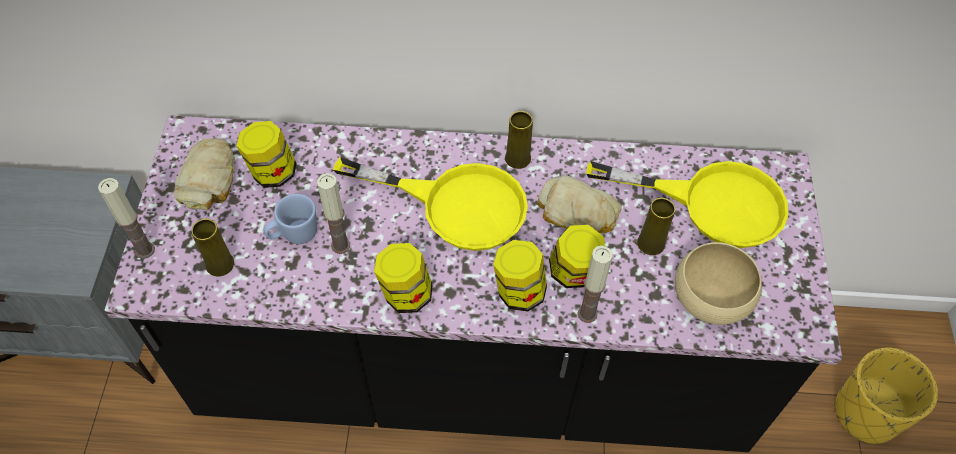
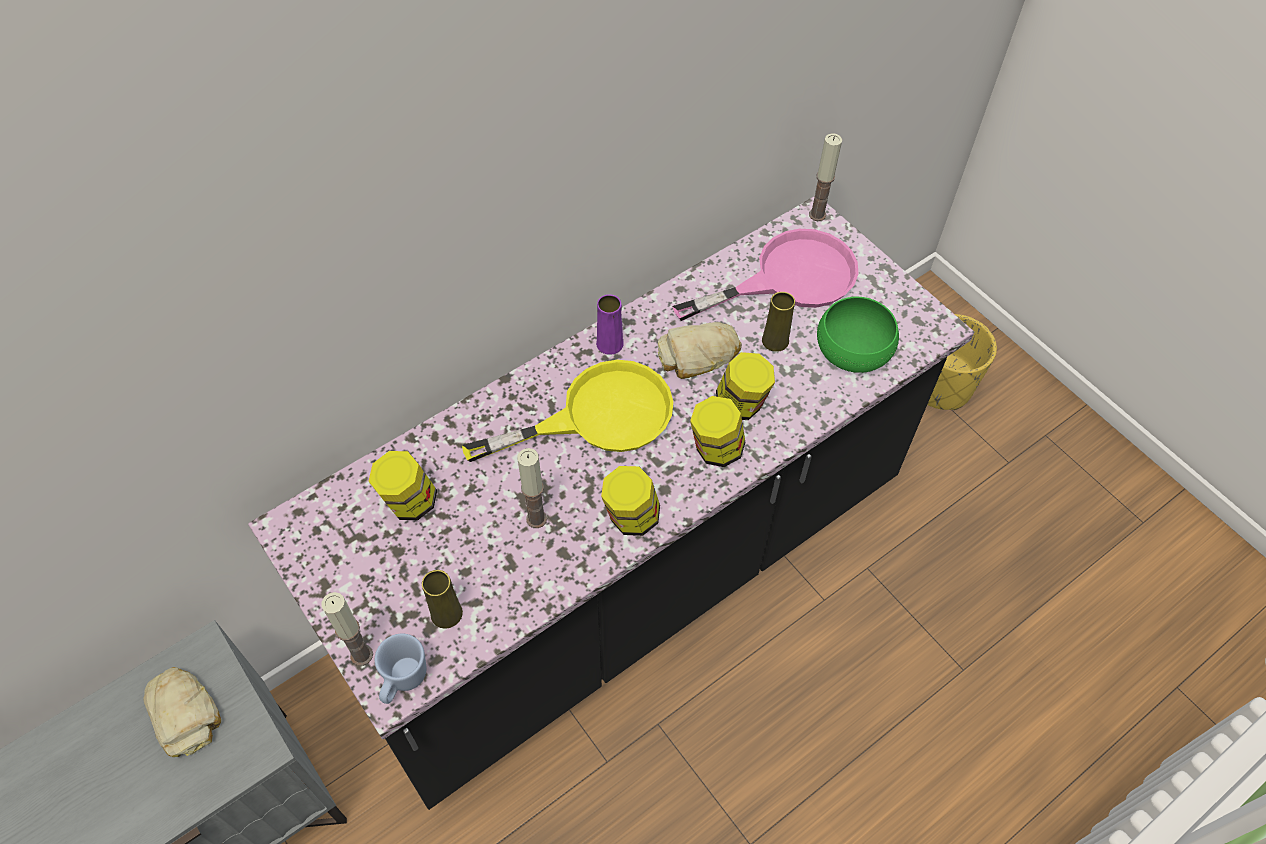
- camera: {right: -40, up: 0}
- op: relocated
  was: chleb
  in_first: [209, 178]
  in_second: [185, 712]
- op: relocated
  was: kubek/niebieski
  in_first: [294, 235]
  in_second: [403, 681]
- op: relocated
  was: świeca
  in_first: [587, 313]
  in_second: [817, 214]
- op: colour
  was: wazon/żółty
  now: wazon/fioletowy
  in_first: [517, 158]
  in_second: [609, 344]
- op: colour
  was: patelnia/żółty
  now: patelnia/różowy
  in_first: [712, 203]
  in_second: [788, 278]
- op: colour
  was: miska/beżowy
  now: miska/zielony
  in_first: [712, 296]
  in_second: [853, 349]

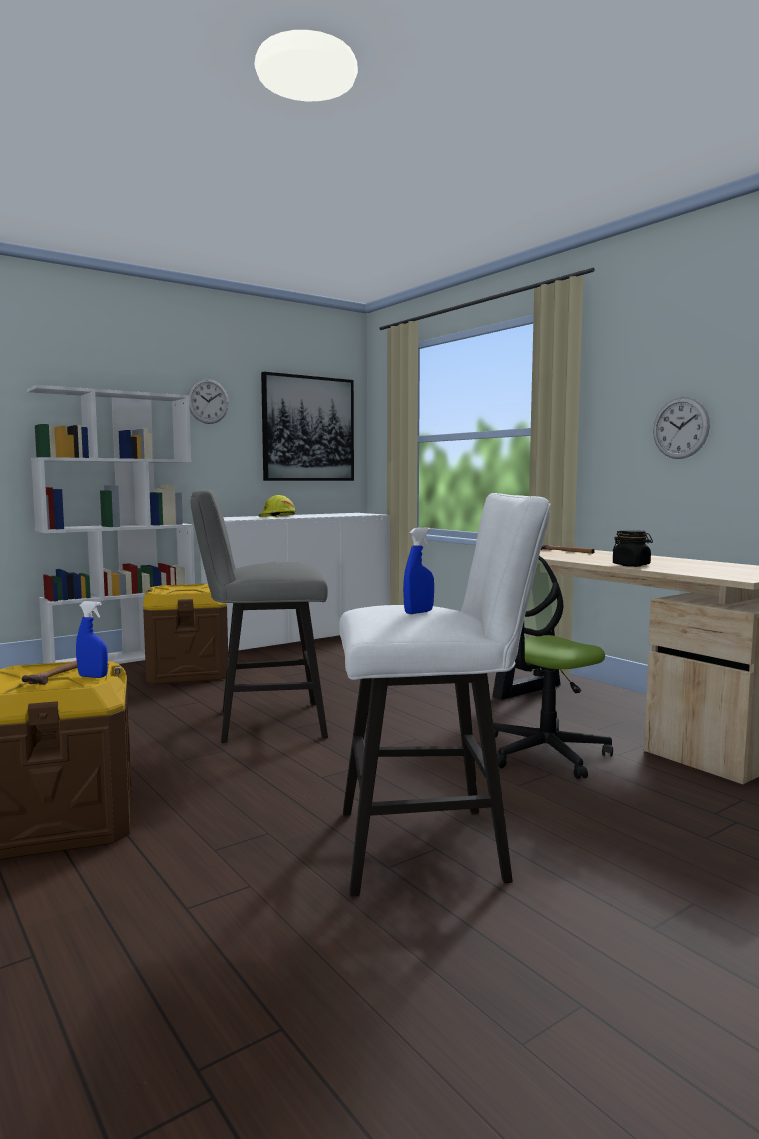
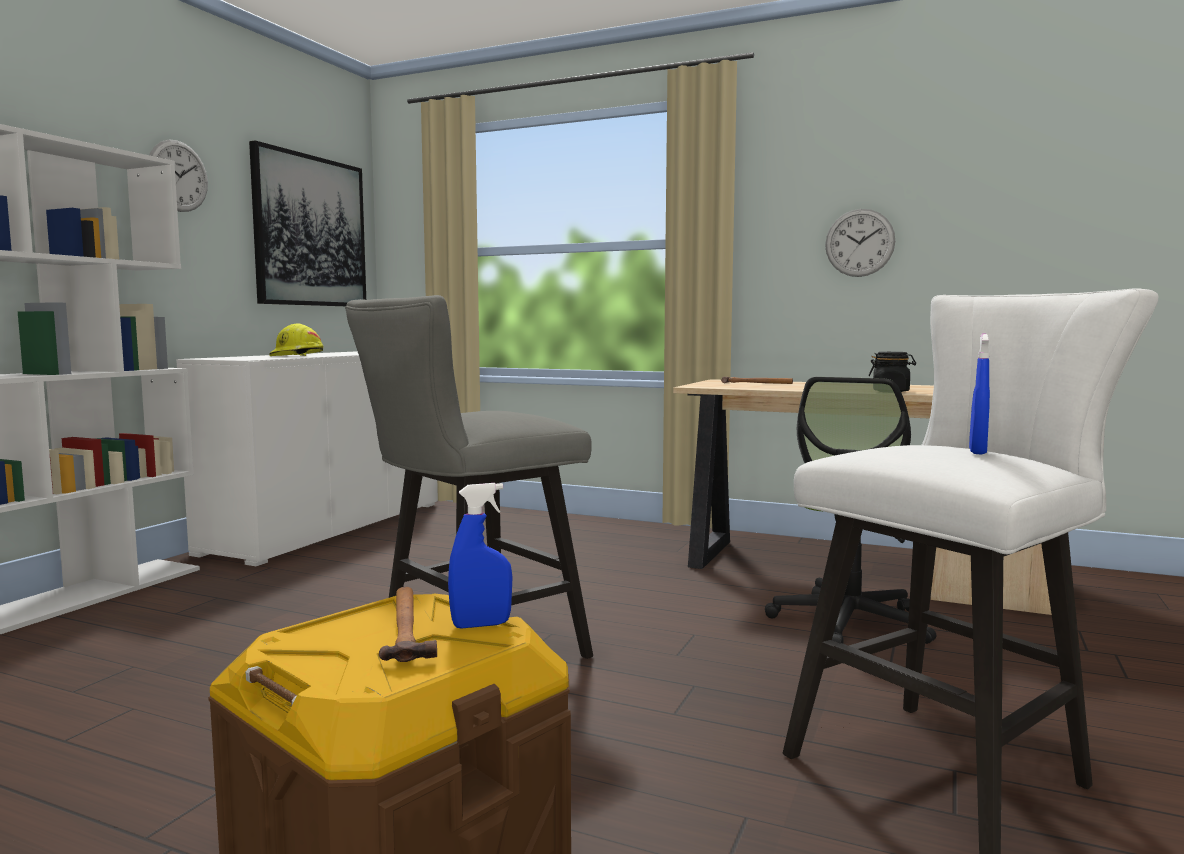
- camera: {right: -30, up: 0}
- op: missing
  was: pojemnik do przechowywania/brązowy
  in_first: [188, 672]

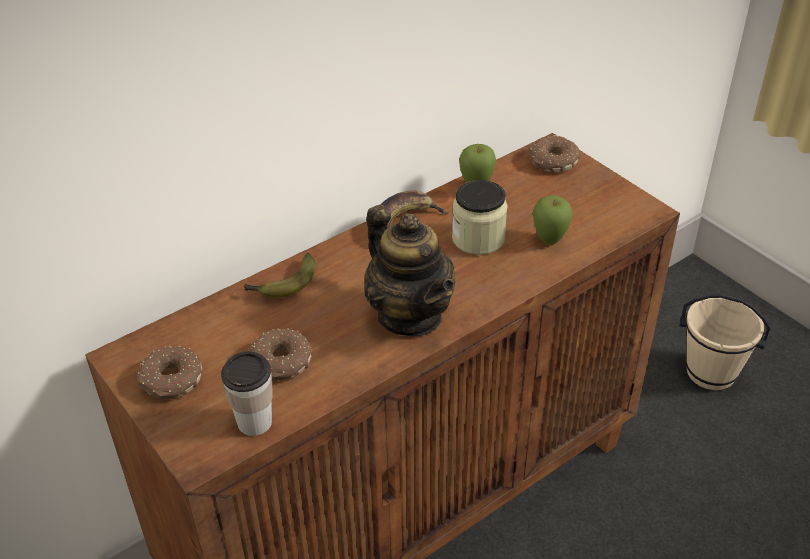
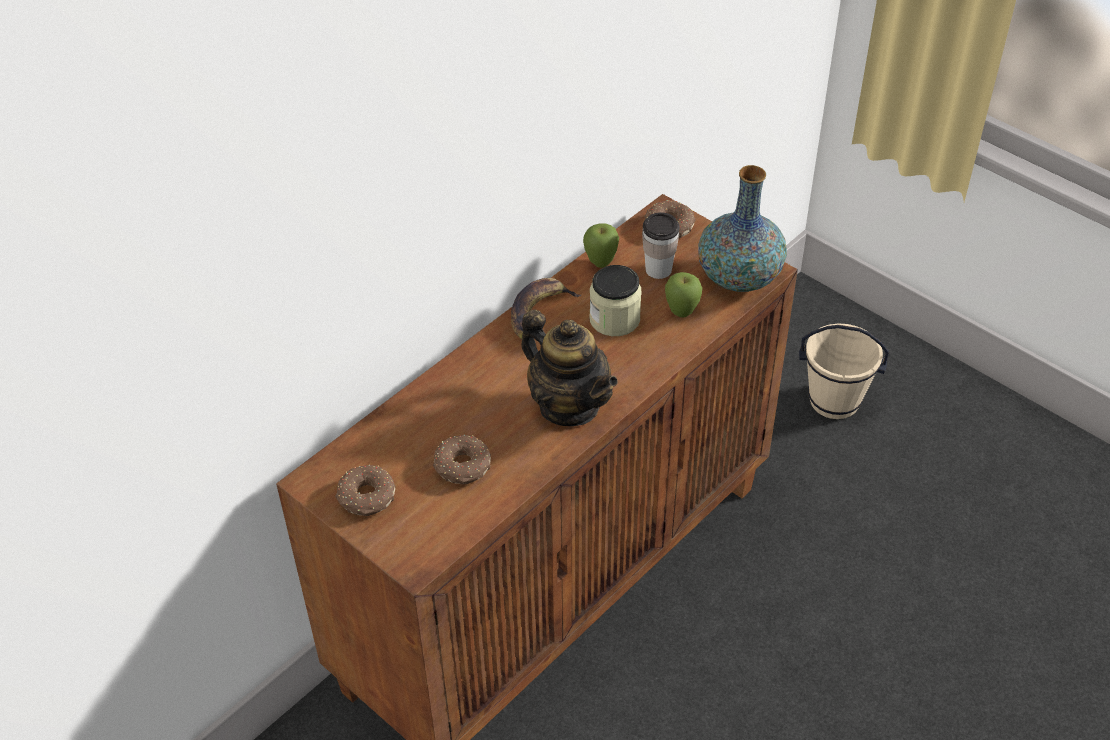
- camera: {right: -10, up: 5}
- op: missing
  was: banan
  in_first: [283, 285]
- op: appeared
  now: wazon
  in_second: [739, 278]
- op: relocated
  was: filiżanka
  in_first: [254, 422]
  in_second: [658, 270]

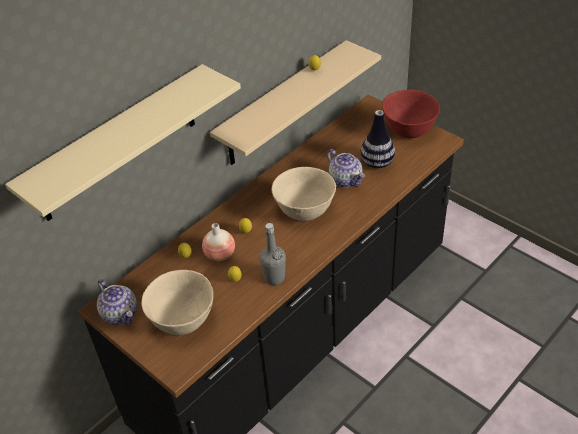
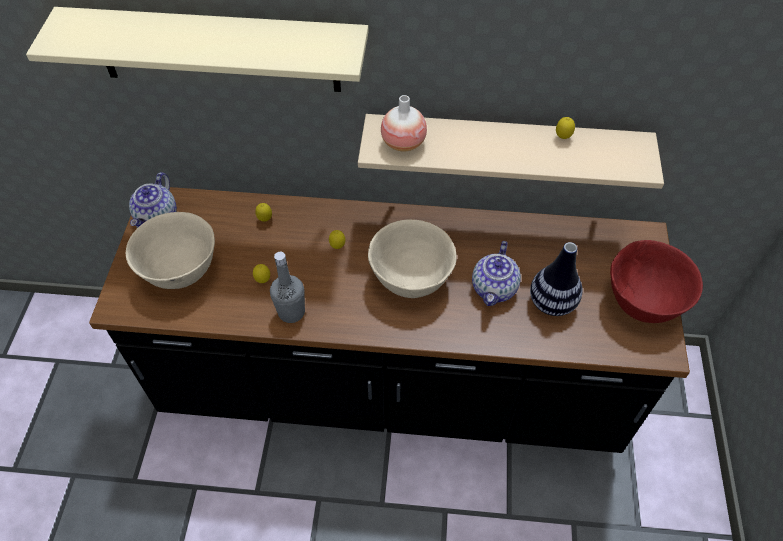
- camera: {right: 50, up: 10}
- op: relocated
  was: wazon
  in_first: [220, 254]
  in_second: [403, 143]

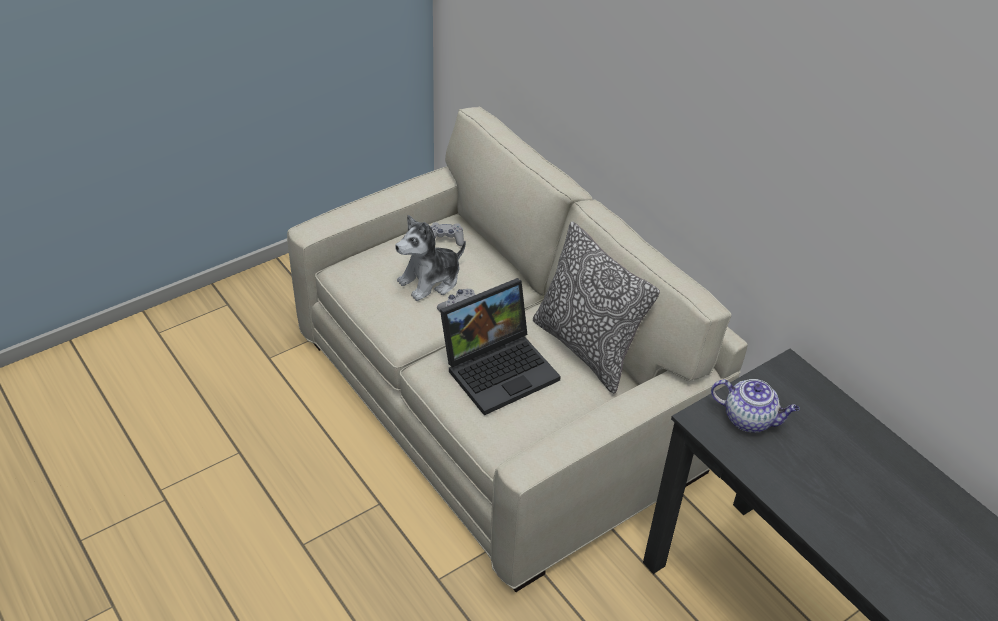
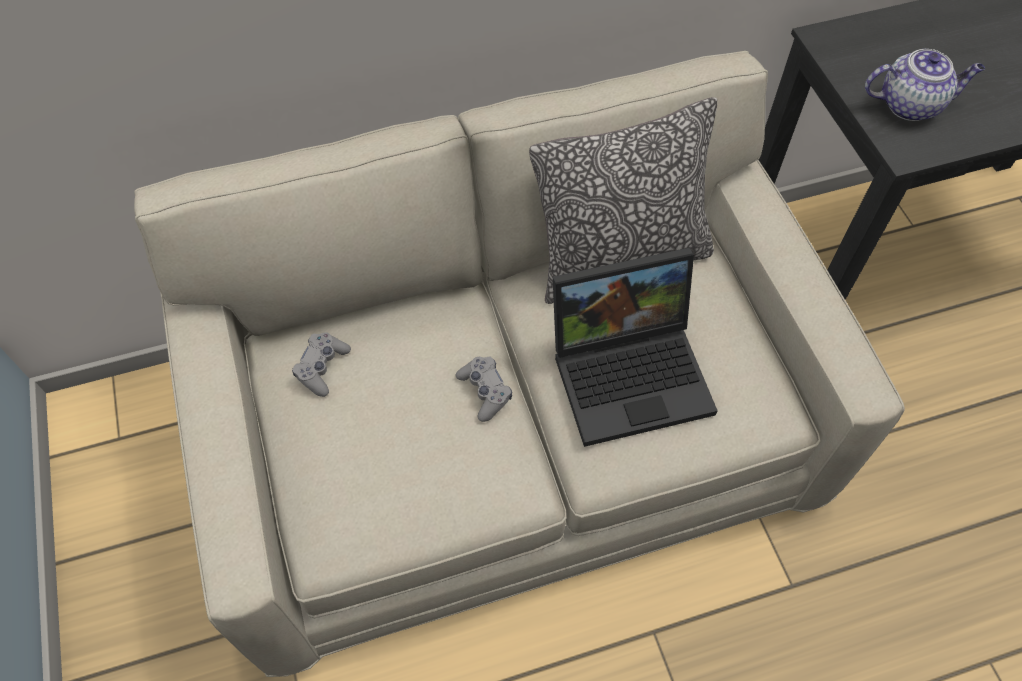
- camera: {right: -70, up: 15}
- op: missing
  was: pluszak
  in_first: [430, 281]
- op: spun
  was: laptop
  in_first: [500, 368]
  in_second: [632, 371]
  clockwise: 90
- op: spun
  was: imbryk
  in_first: [749, 419]
  in_second: [911, 104]
  clockwise: 45

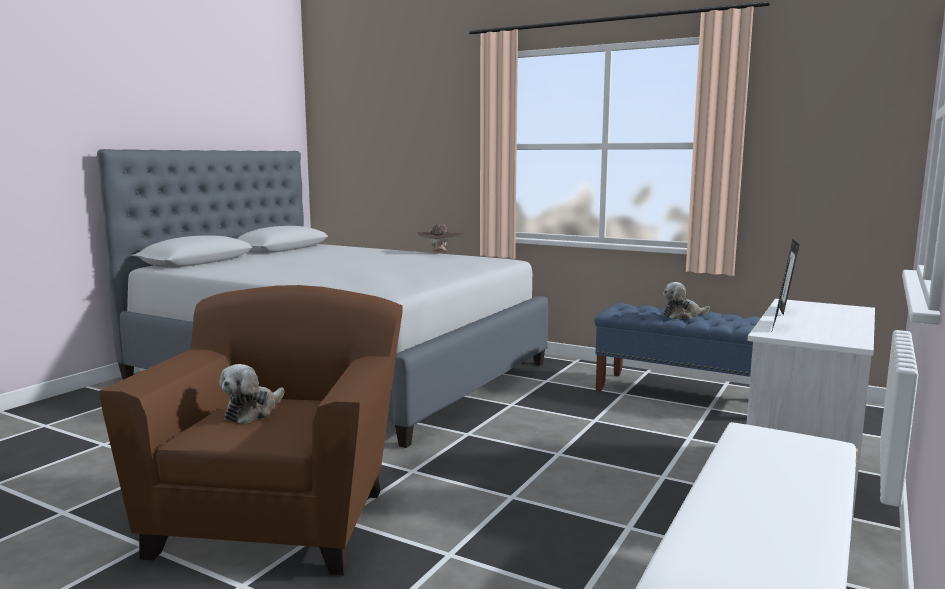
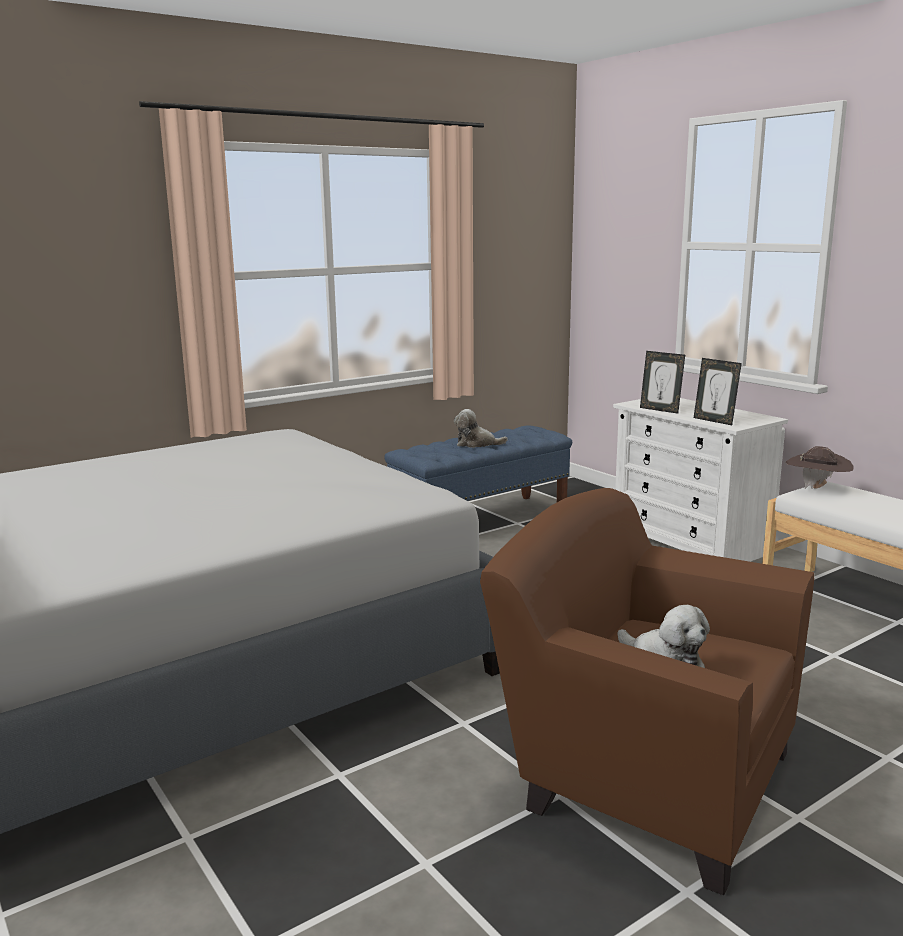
- camera: {right: -65, up: 5}
- op: relocated
  was: kapelusz/brązowy
  in_first: [440, 253]
  in_second: [816, 489]
- op: spun
  was: pluszak
  in_first: [682, 315]
  in_second: [476, 444]
  clockwise: 90

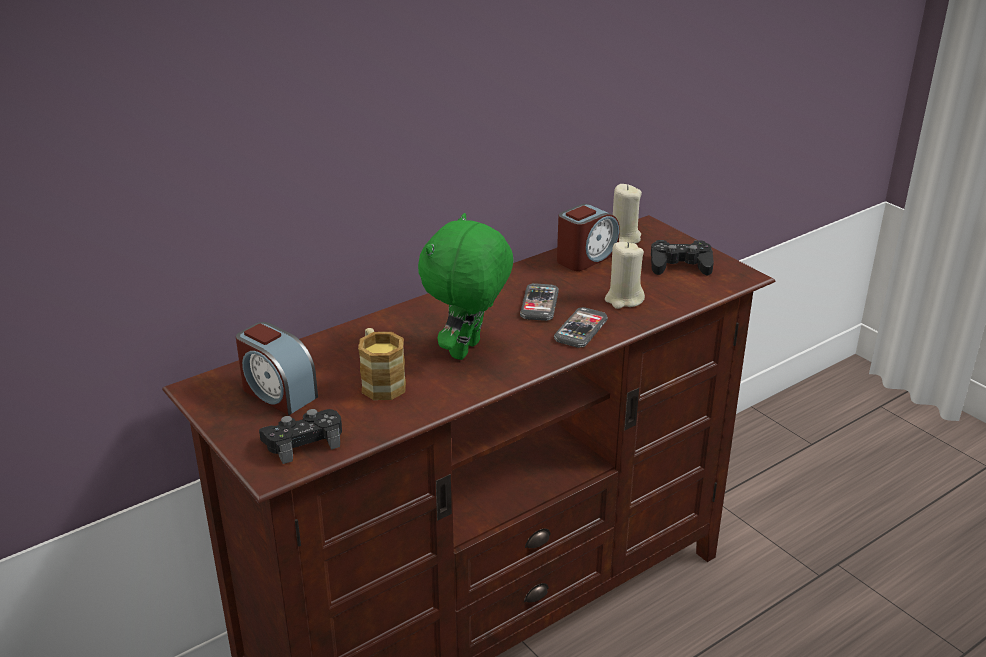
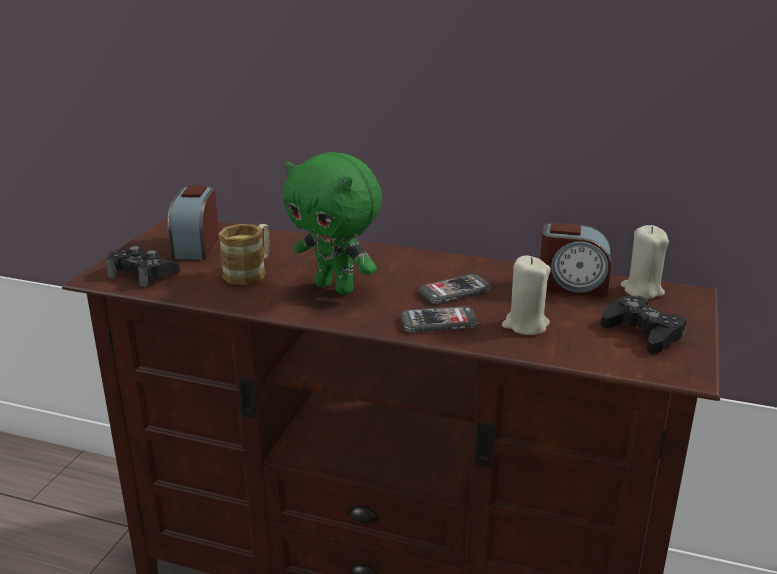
- camera: {right: 55, up: -5}
- op: spun
  was: pluszak/zielony
  in_first: [467, 351]
  in_second: [336, 287]
  clockwise: -135

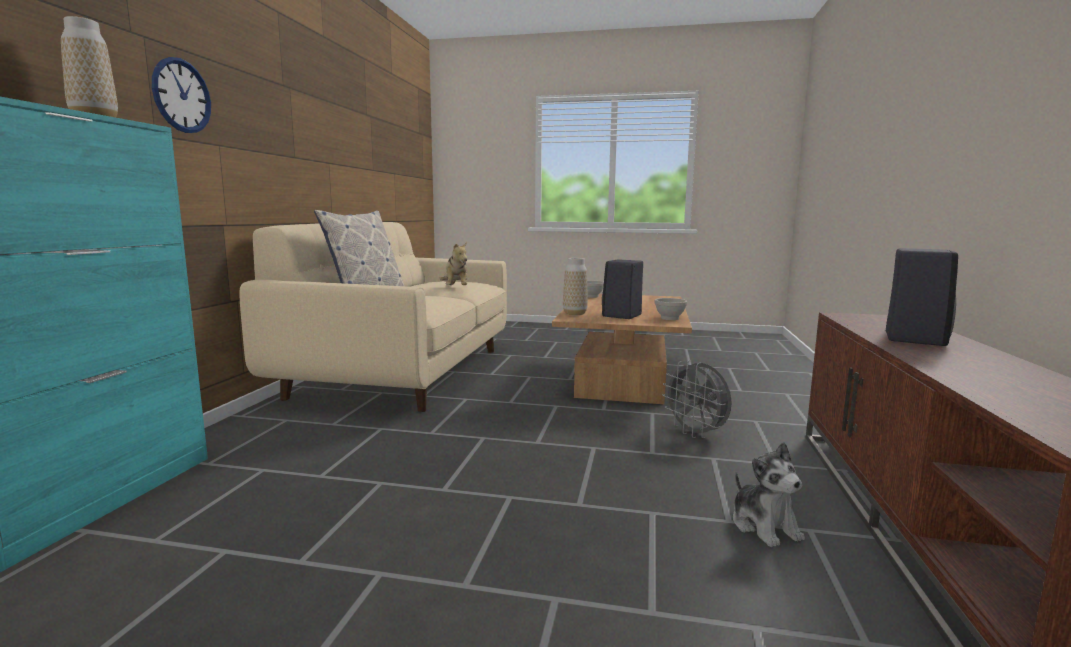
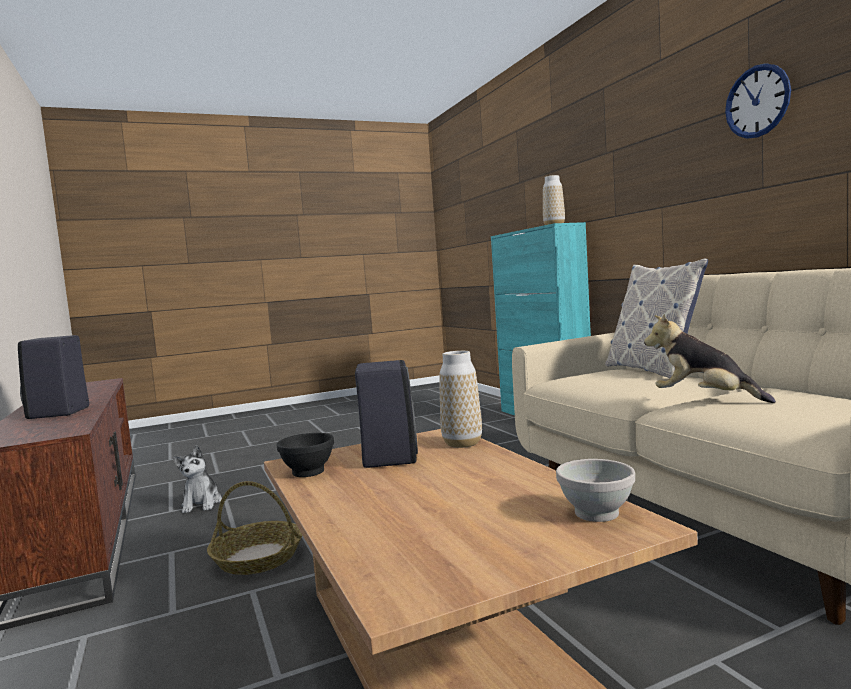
- camera: {right: 145, up: -5}
- op: relocated
  was: zegar ścienny
  in_first: [182, 96]
  in_second: [757, 101]
- op: exchanged
  was: wentylator/szary
  now: koszyk
  in_first: [696, 434]
  in_second: [257, 558]
- op: colour
  was: miska/biały
  now: miska/czarny
  in_first: [670, 318]
  in_second: [307, 472]
- op: spun
  was: pluszak
  in_first: [764, 526]
  in_second: [202, 504]
  clockwise: -135

